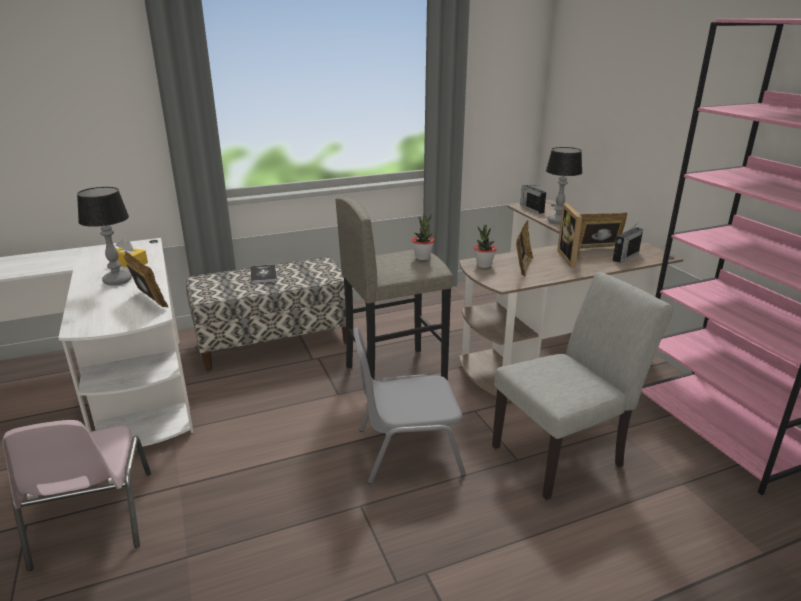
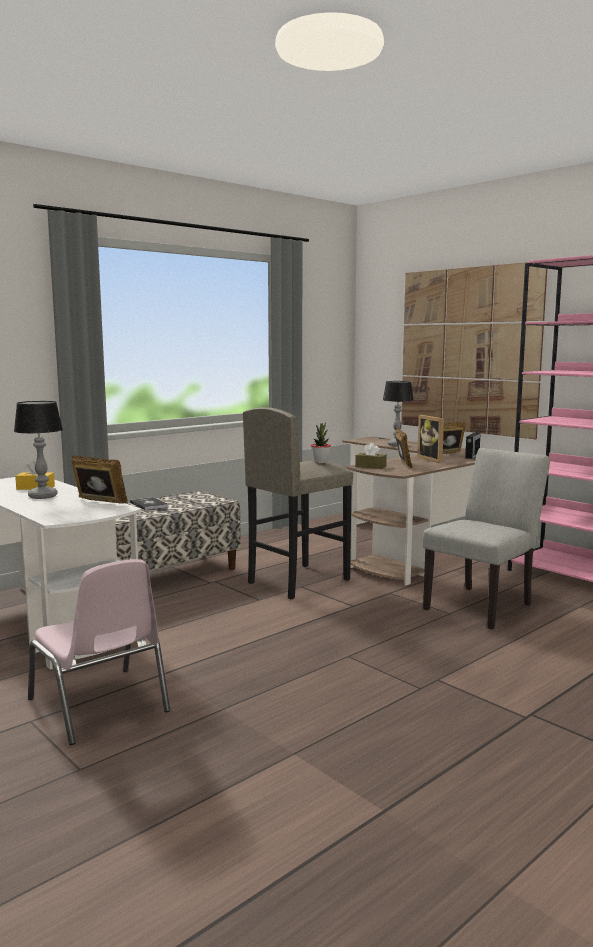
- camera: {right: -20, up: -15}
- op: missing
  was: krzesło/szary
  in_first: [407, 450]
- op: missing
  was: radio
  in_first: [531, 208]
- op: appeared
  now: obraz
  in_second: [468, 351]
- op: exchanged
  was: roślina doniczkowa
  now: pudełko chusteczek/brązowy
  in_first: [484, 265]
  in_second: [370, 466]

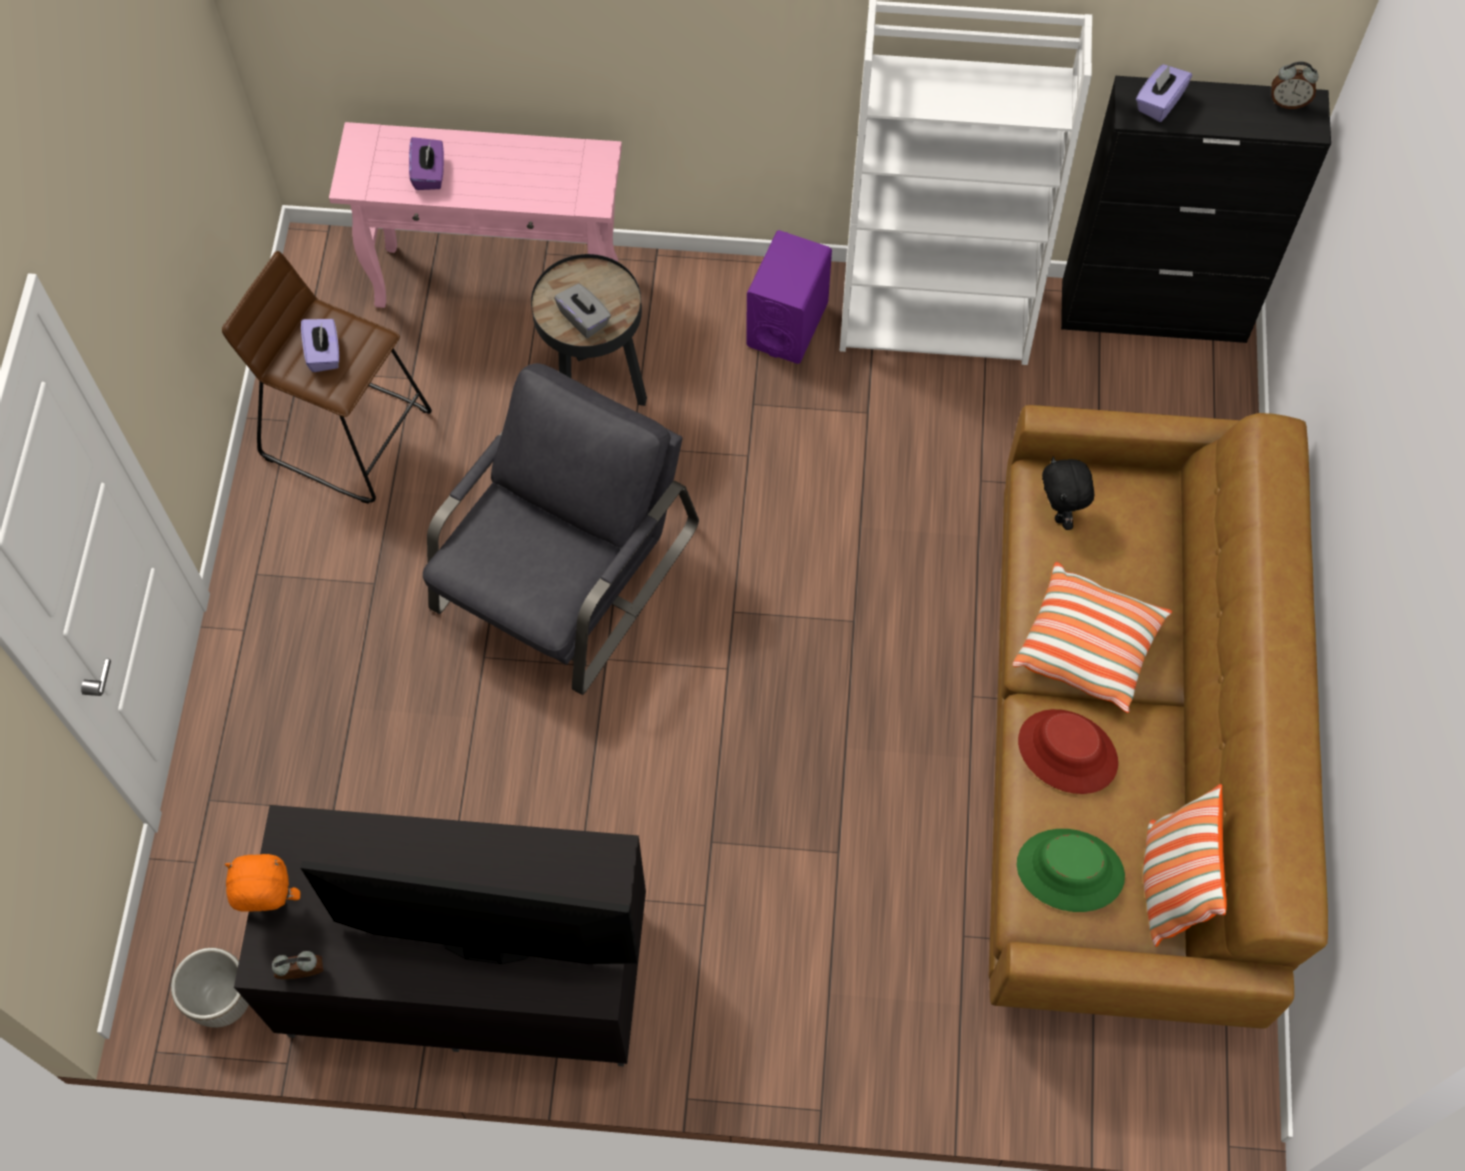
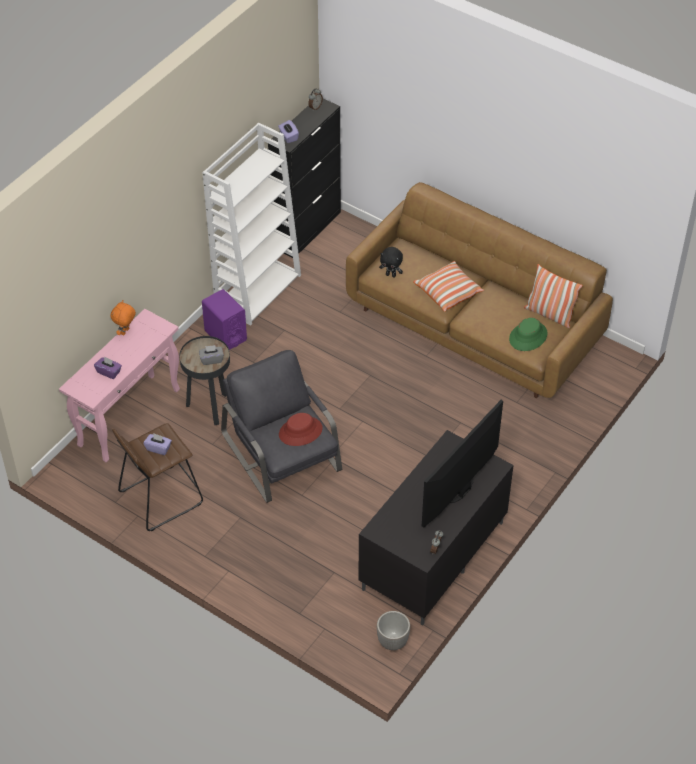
- camera: {right: -60, up: -15}
- op: relocated
  was: pluszak/pomarańczowy
  in_first: [270, 903]
  in_second: [125, 332]
- op: relocated
  was: kapelusz/czerwony
  in_first: [1067, 752]
  in_second: [300, 432]

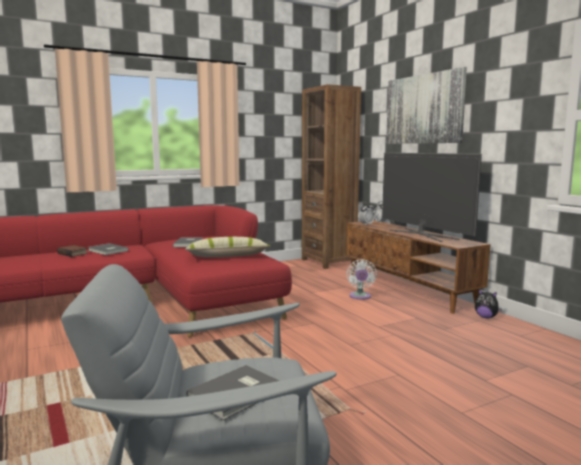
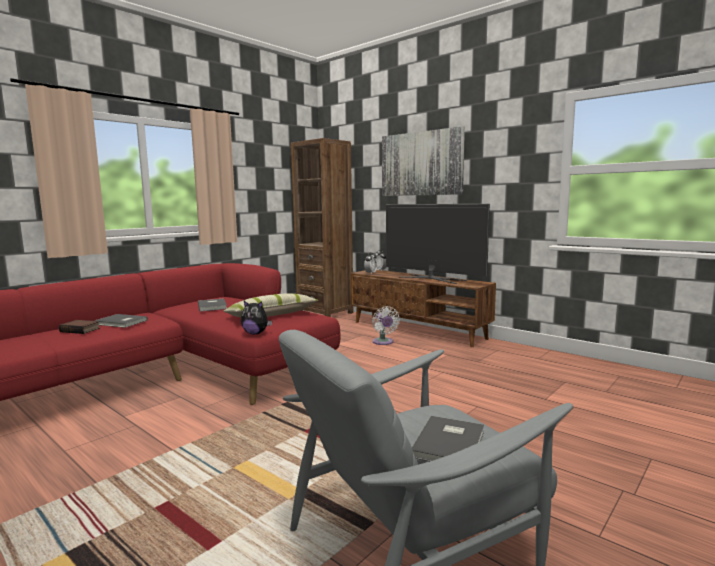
- camera: {right: -20, up: 0}
- op: relocated
  was: pluszak
  in_first: [486, 317]
  in_second: [255, 333]

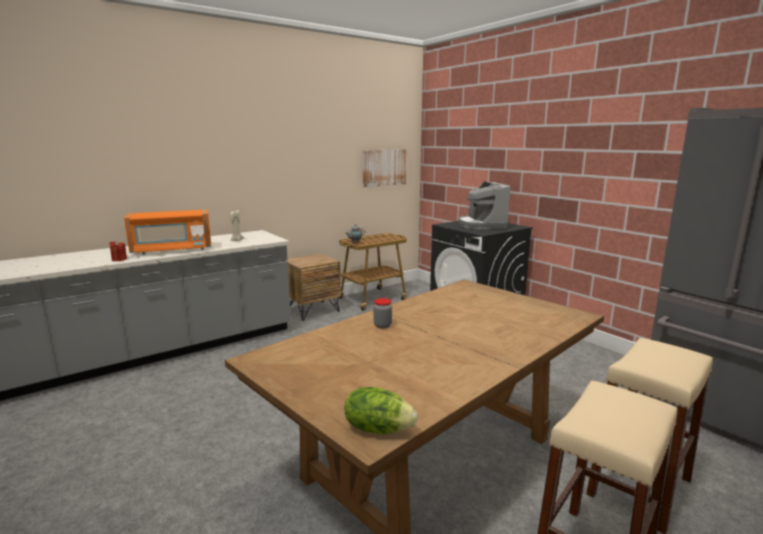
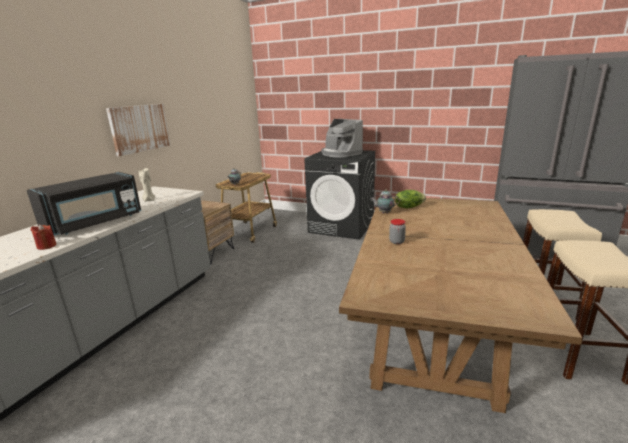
- camera: {right: -30, up: 5}
- op: appeared
  now: imbryk
  in_second: [384, 213]
- op: relocated
  was: sałata
  in_first: [378, 428]
  in_second: [409, 207]
- op: relocated
  was: obraz
  in_first: [384, 167]
  in_second: [139, 128]
- op: colour
  was: mikrofalówka/pomarańczowy
  now: mikrofalówka/czarny
  in_first: [172, 250]
  in_second: [95, 223]

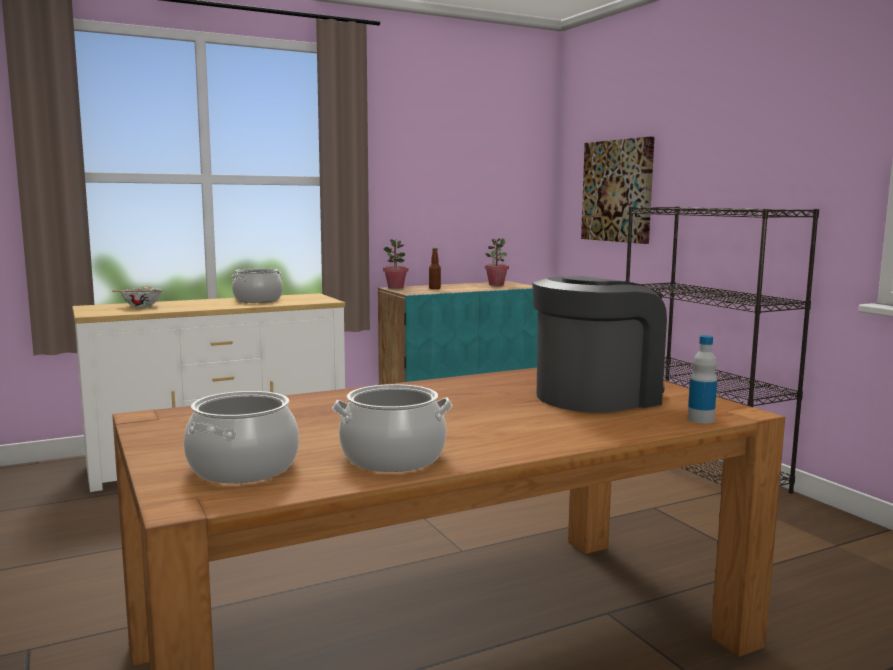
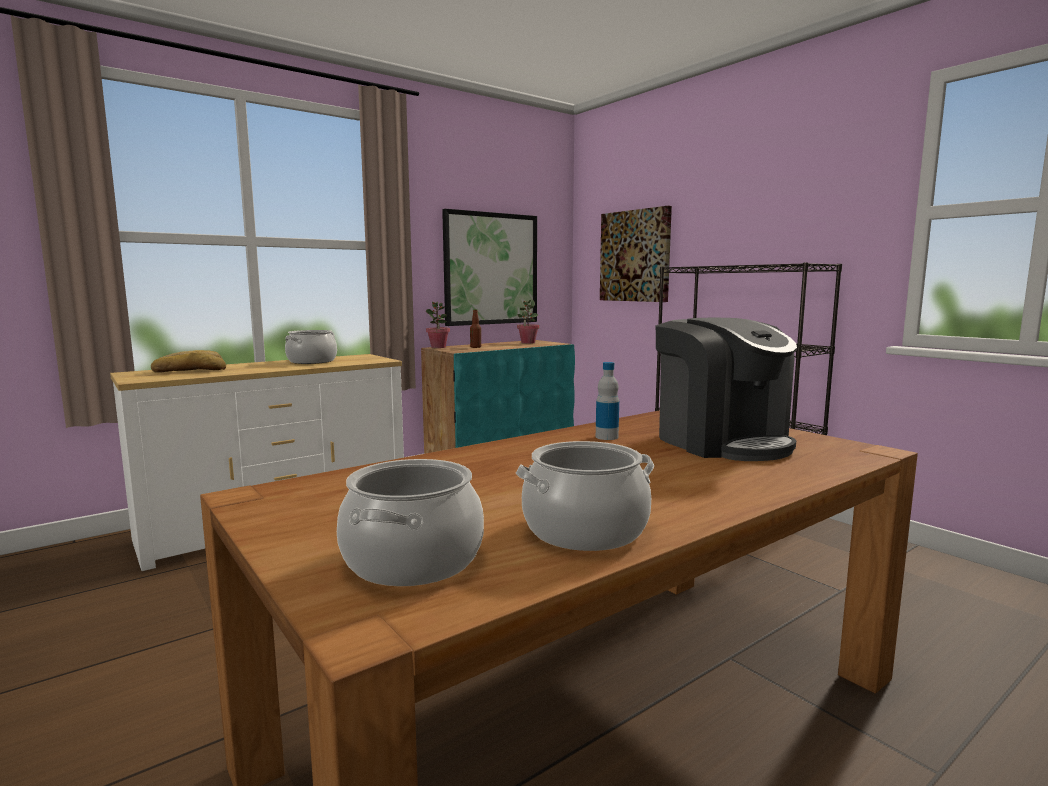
- camera: {right: -10, up: 0}
- op: appeared
  now: obraz
  in_second: [491, 269]
- op: relocated
  was: butelka
  in_first: [700, 419]
  in_second: [606, 437]
- op: exchanged
  was: miska
  now: chleb
  in_first: [141, 306]
  in_second: [190, 371]
- op: spun
  was: ekspres do kawy
  in_first: [597, 396]
  in_second: [721, 442]
  clockwise: 105

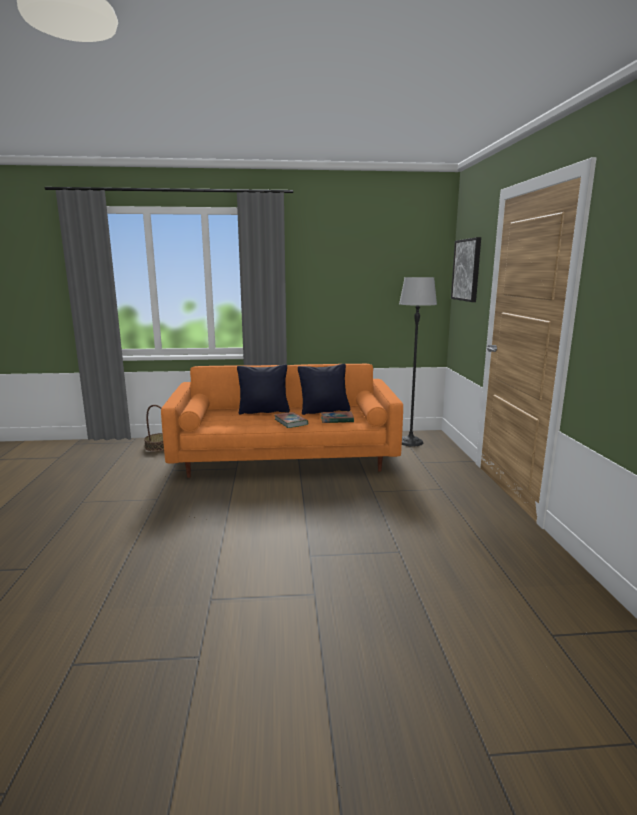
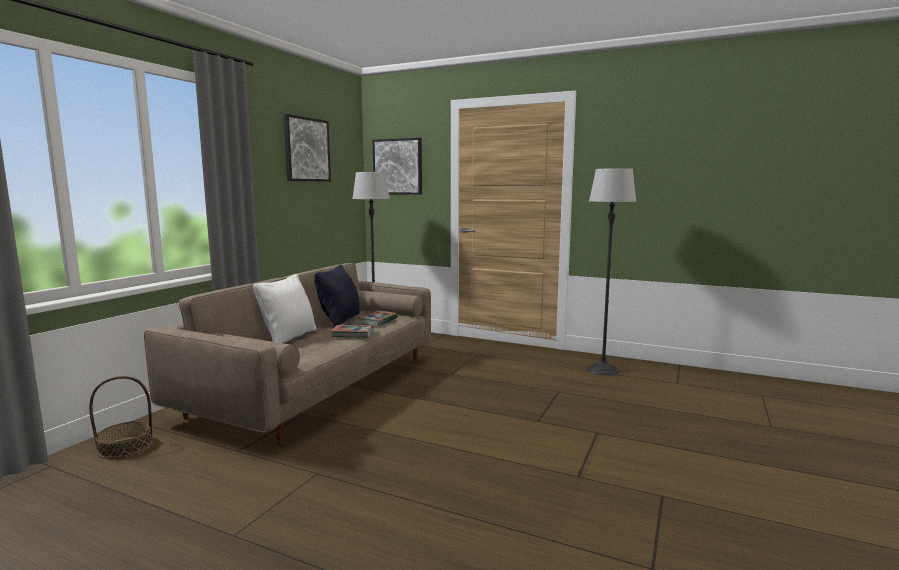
- camera: {right: -60, up: -5}
- op: appeared
  now: obraz
  in_second: [306, 149]
- op: appeared
  now: lampa stojąca
  in_second: [603, 370]
- op: colour
  was: kanapa/pomarańczowy
  now: kanapa/beżowy
  in_first: [285, 457]
  in_second: [316, 386]
- op: colour
  was: poduszka/czarny
  now: poduszka/biały
  in_first: [264, 411]
  in_second: [289, 337]

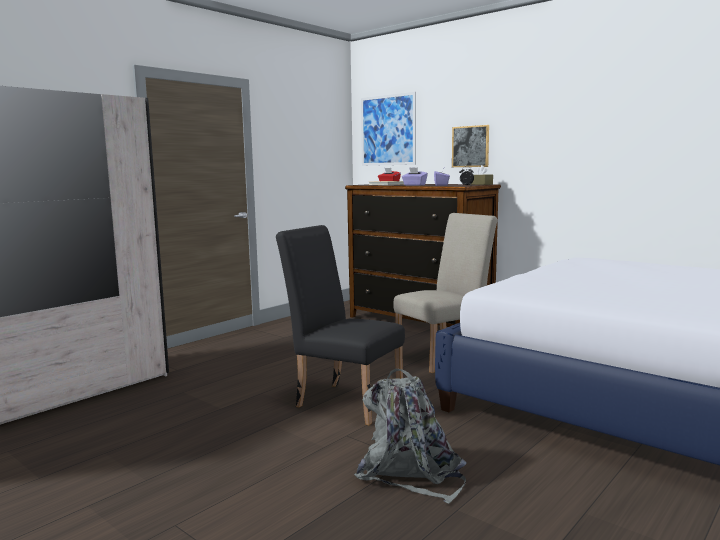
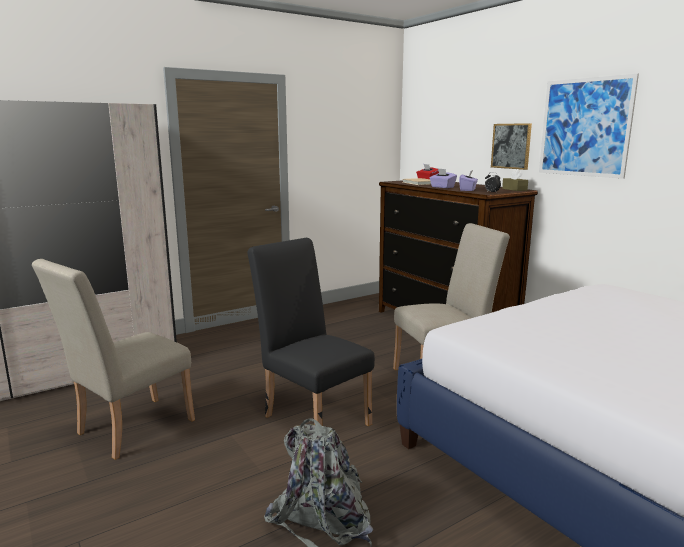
- camera: {right: 15, up: 5}
- op: appeared
  now: krzesło/beżowy
  in_second: [128, 430]
- op: relocated
  was: obraz
  in_first: [388, 130]
  in_second: [584, 127]

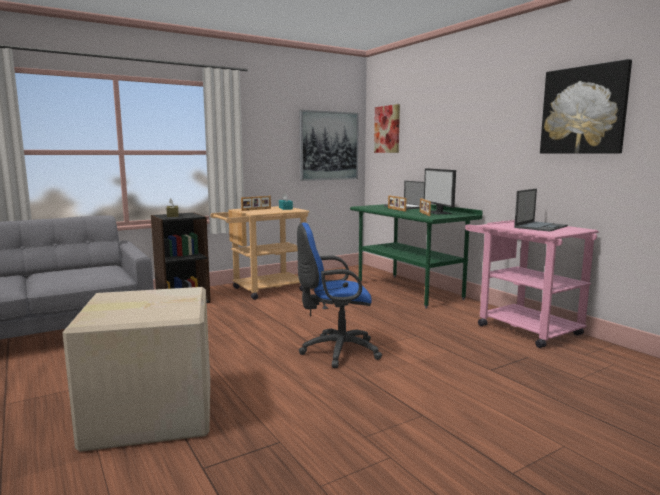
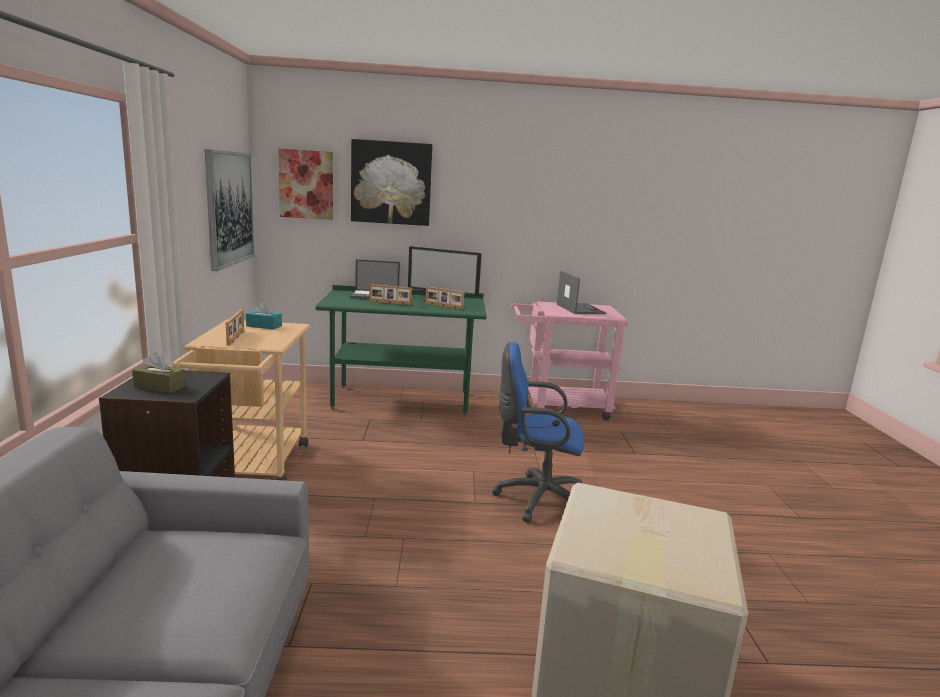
- camera: {right: -60, up: 5}
- op: relocated
  was: obraz
  in_first: [583, 110]
  in_second: [391, 183]
- op: spun
  was: krzesło biurowe/niebieski
  in_first: [336, 351]
  in_second: [536, 499]
  clockwise: 75

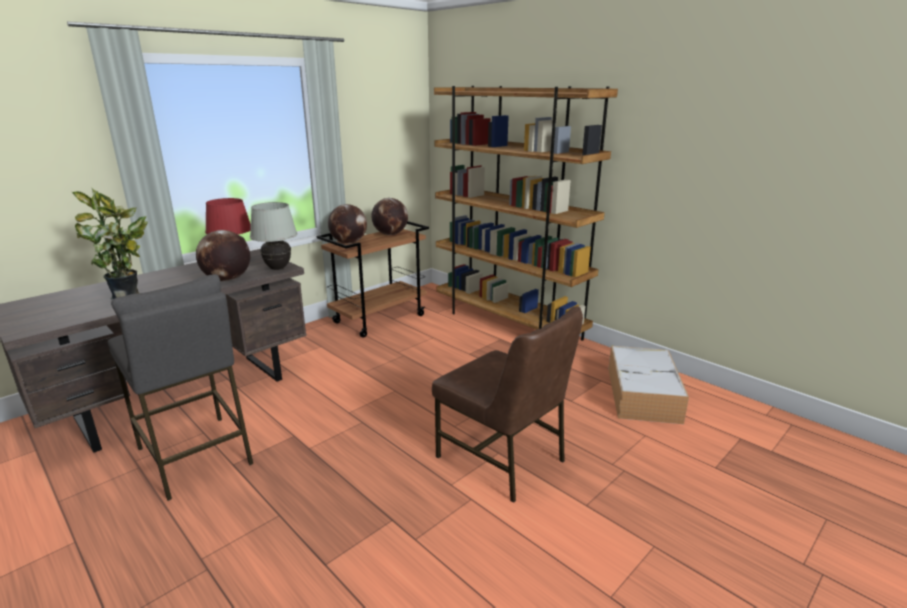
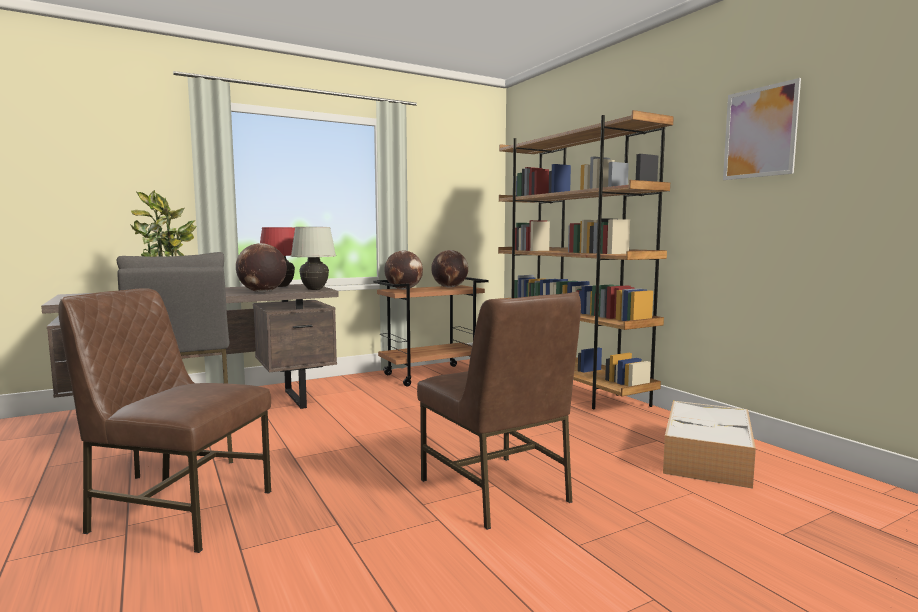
- camera: {right: 15, up: -15}
- op: appeared
  now: krzesło/brązowy
  in_second: [179, 511]
- op: appeared
  now: obraz
  in_second: [760, 132]

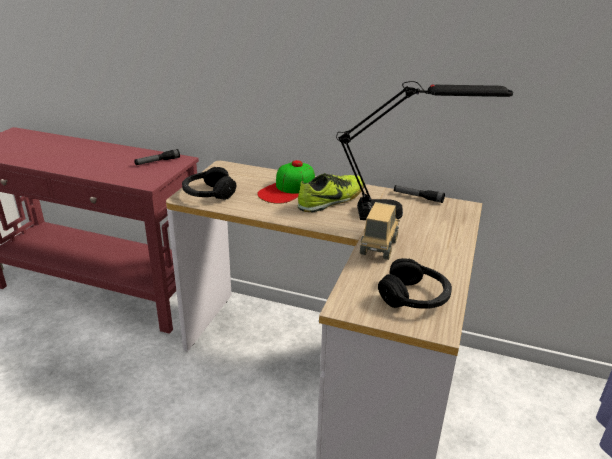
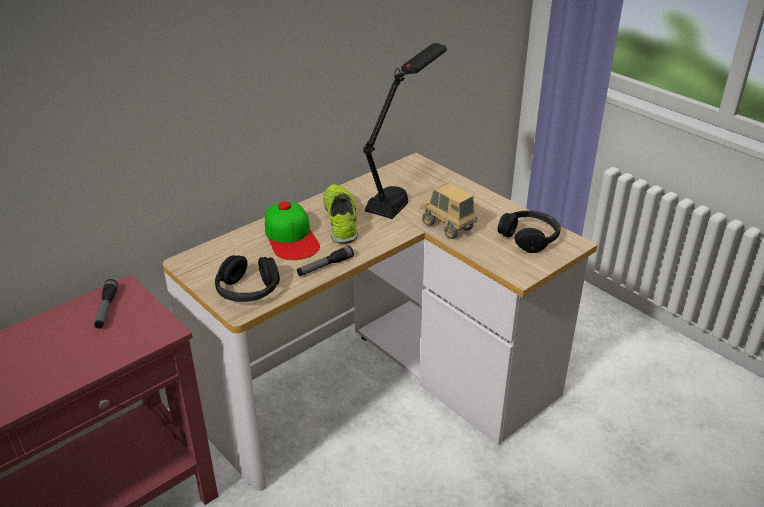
- camera: {right: -60, up: 5}
- op: relocated
  was: latarka
  in_first: [418, 197]
  in_second: [325, 266]

